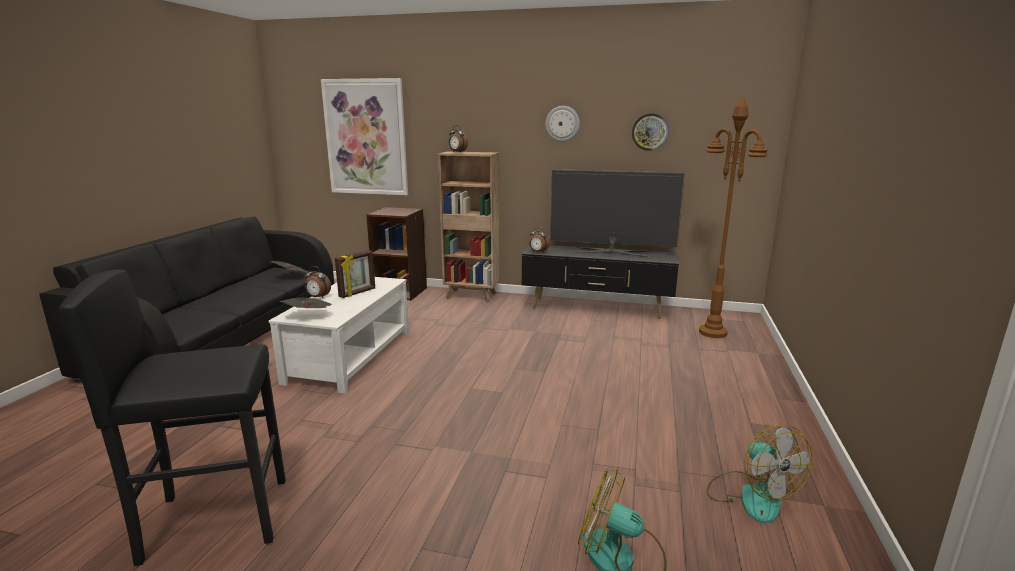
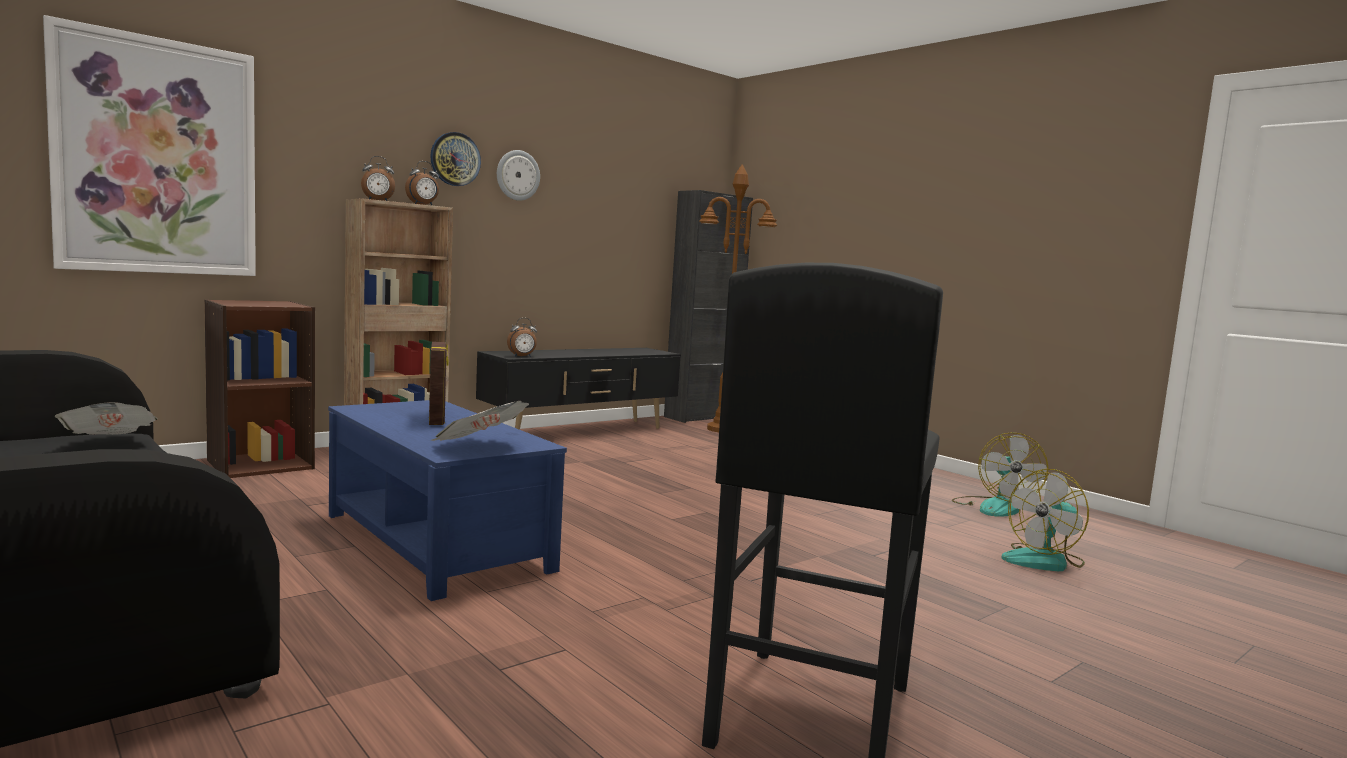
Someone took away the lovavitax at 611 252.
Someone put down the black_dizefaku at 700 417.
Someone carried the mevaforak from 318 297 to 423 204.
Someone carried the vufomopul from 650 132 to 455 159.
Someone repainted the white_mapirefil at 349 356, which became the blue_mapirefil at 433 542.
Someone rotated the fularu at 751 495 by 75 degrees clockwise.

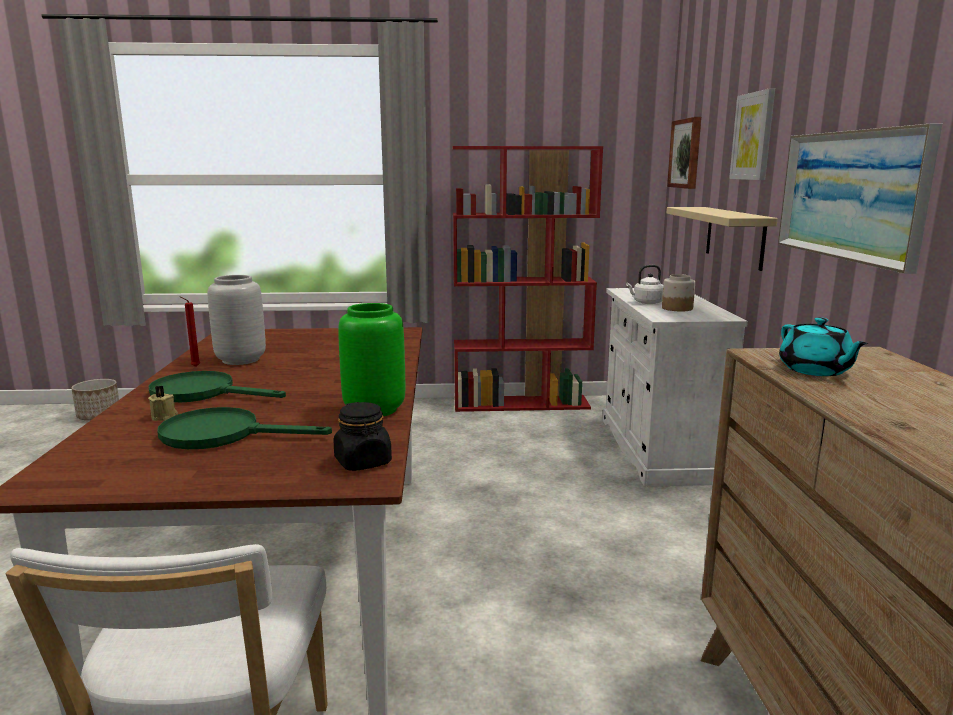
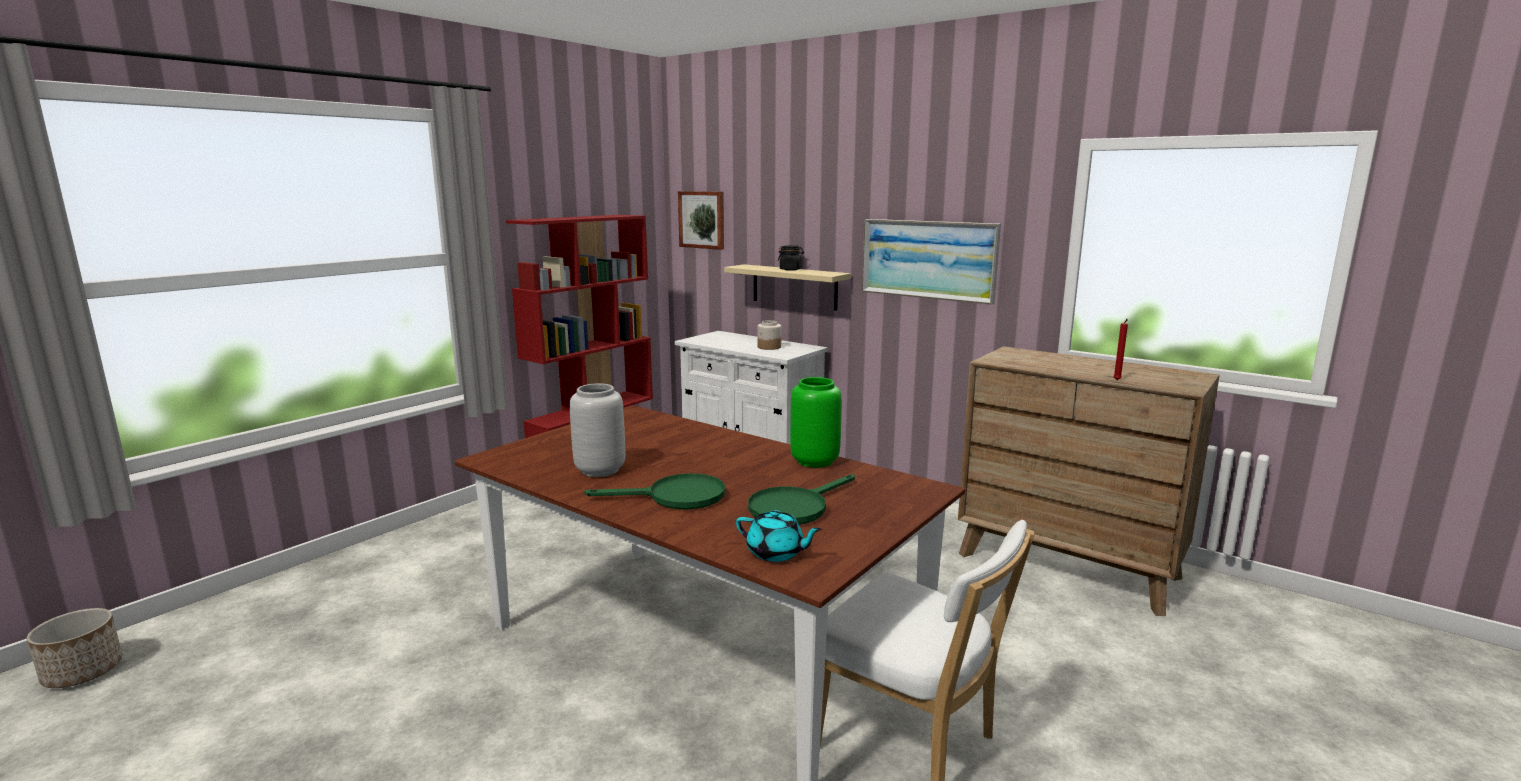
Someone took away the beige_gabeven at 164 416.
Someone took away the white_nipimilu at 646 303.
Someone took away the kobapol at 753 136.
Someone carried the red_gabeven from 194 367 to 1117 380.
Someone carried the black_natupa from 363 462 to 790 269.
Someone carried the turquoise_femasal from 815 370 to 776 553.
Someone rotated the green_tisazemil at 203 393 by 150 degrees counterclockwise.

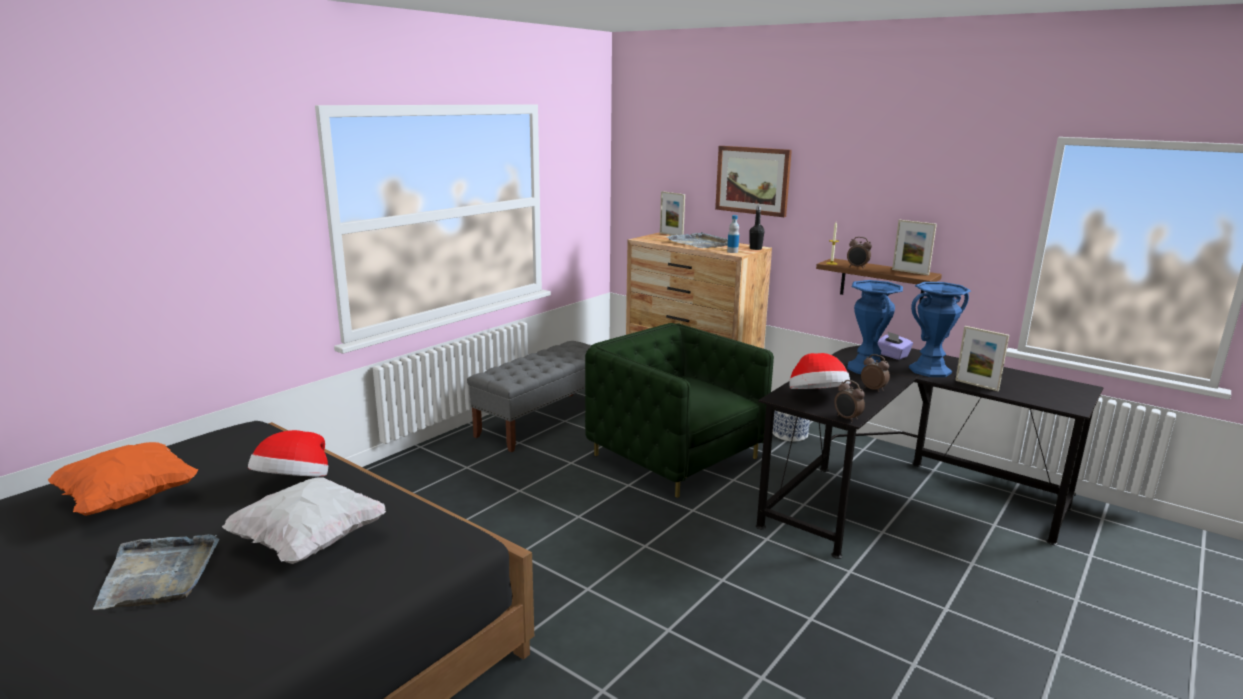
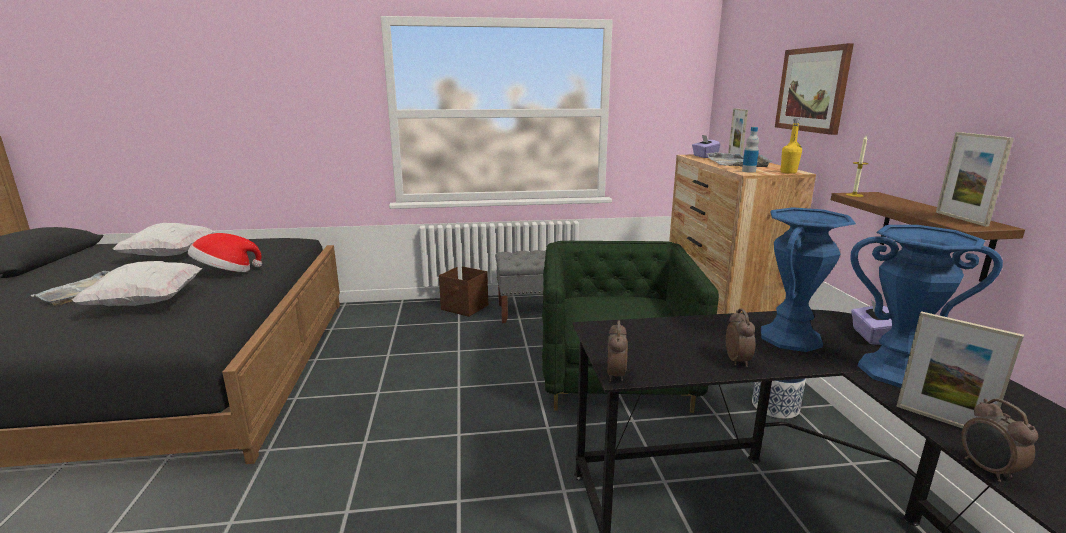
Someone took away the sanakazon at 816 397.
Someone put down the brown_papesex at 465 308.
Someone put down the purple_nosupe at 704 156.
Someone carried the mevaforak from 857 267 to 987 470.
Someone repainted the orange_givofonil at 130 499, which became the white_givofonil at 170 255.
Someone repainted the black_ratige at 755 248, which became the yellow_ratige at 788 172.
Someone rotated the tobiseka at 976 385 by 45 degrees counterclockwise.

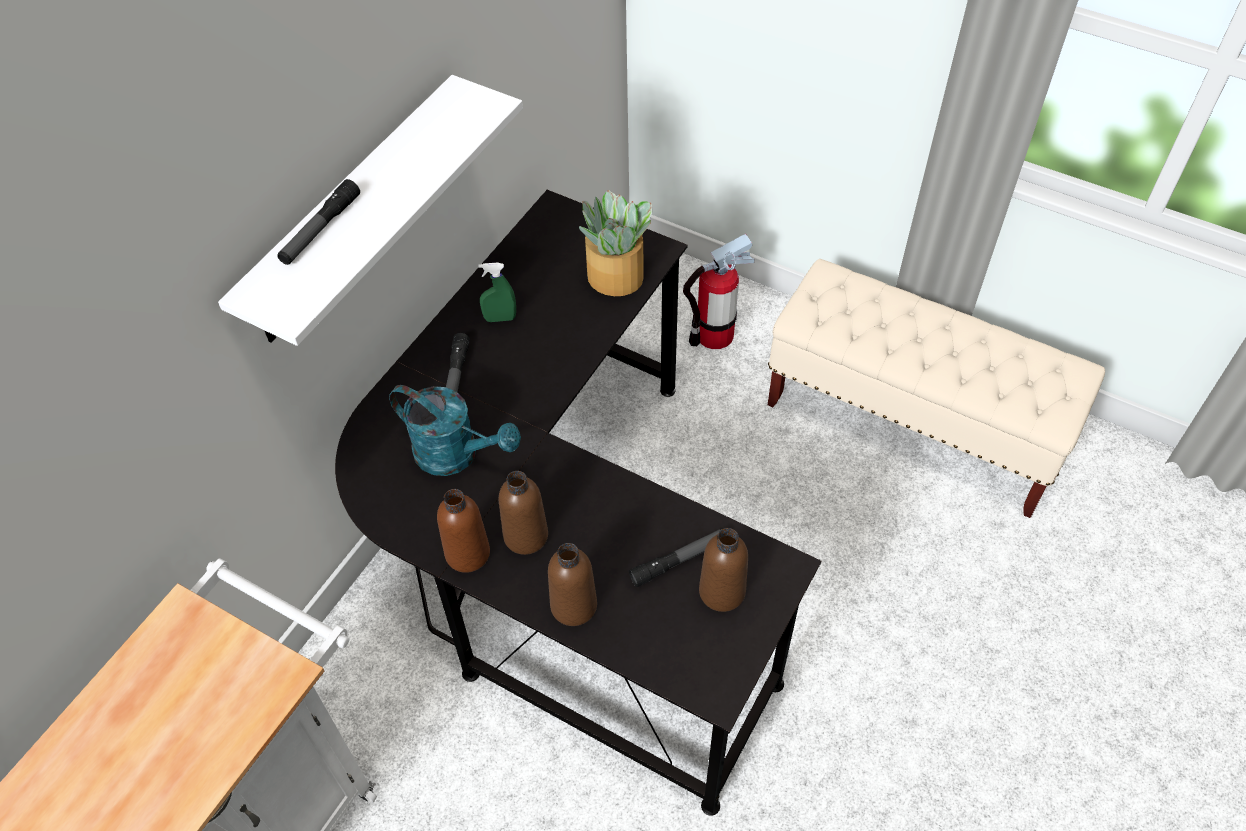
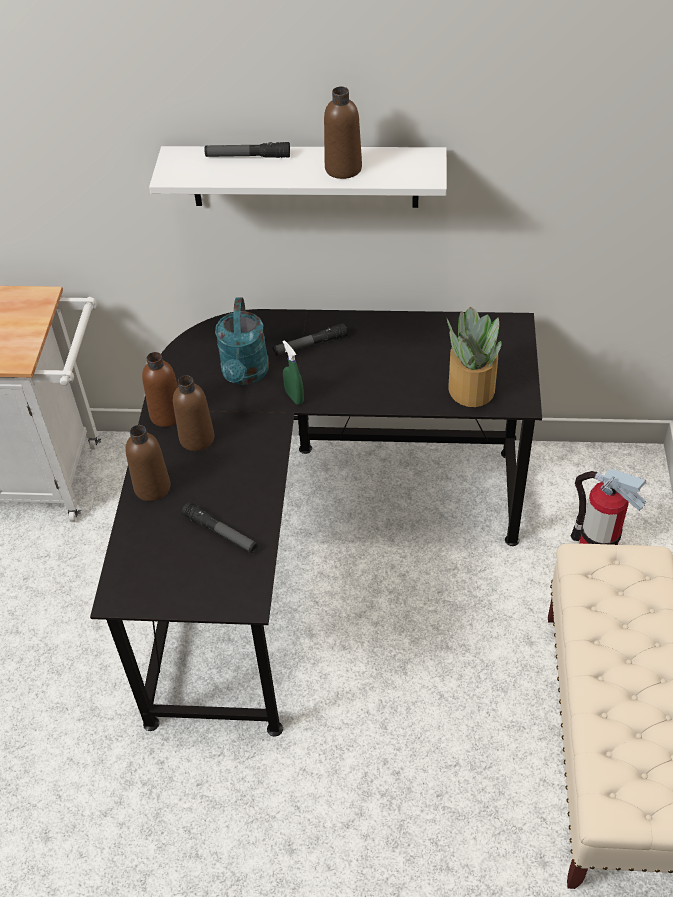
Someone carried the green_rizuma from 500 318 to 294 397.
Someone carried the brown_ratige from 722 591 to 343 168.

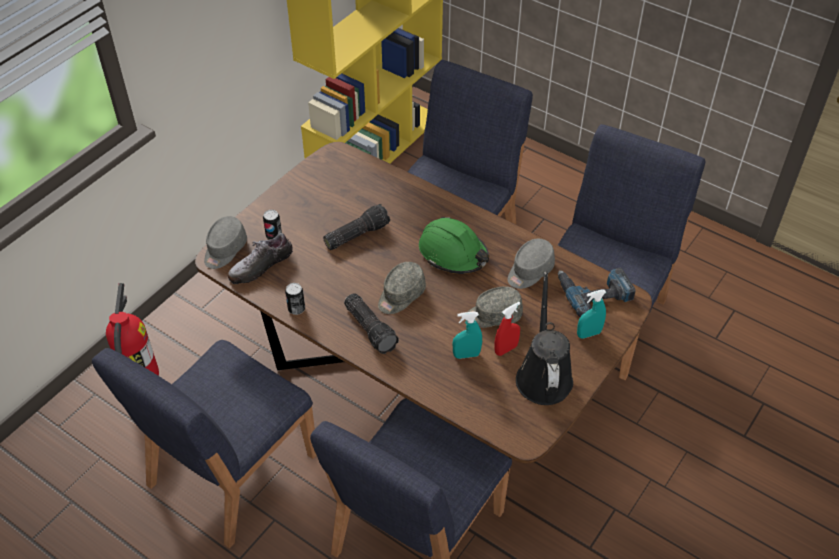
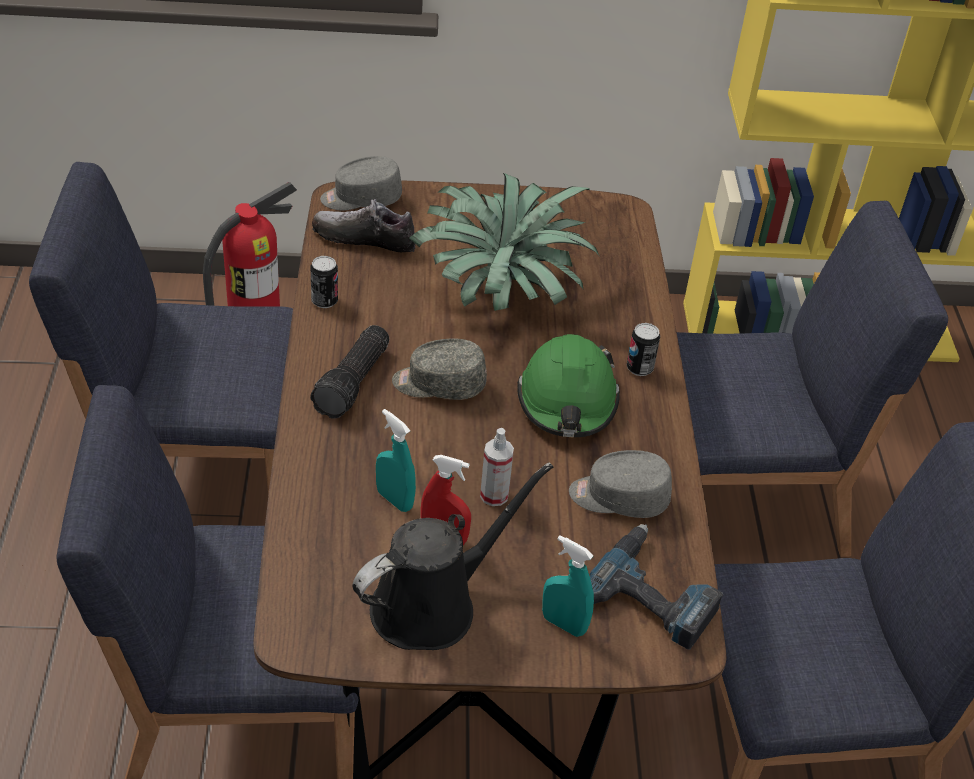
Someone carried the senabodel from 274 235 to 639 368.
Someone swapped the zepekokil at 356 234 for the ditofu at 503 293.
Someone swapped the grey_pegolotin at 493 315 for the rizuma at 494 495.

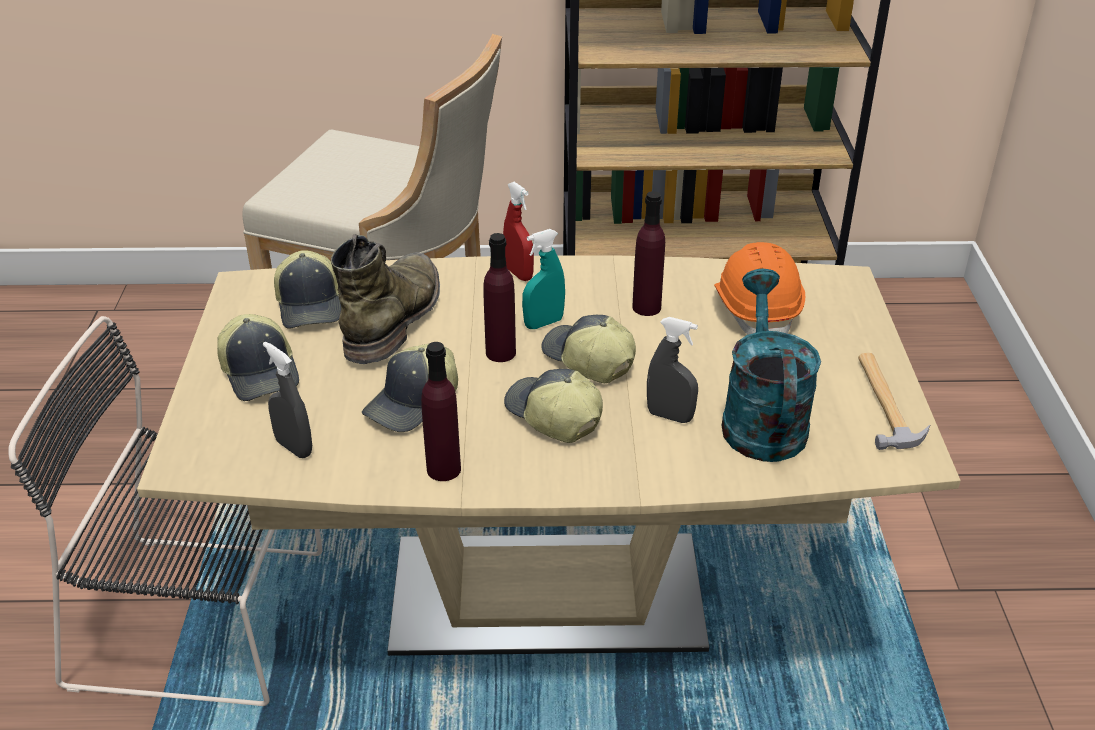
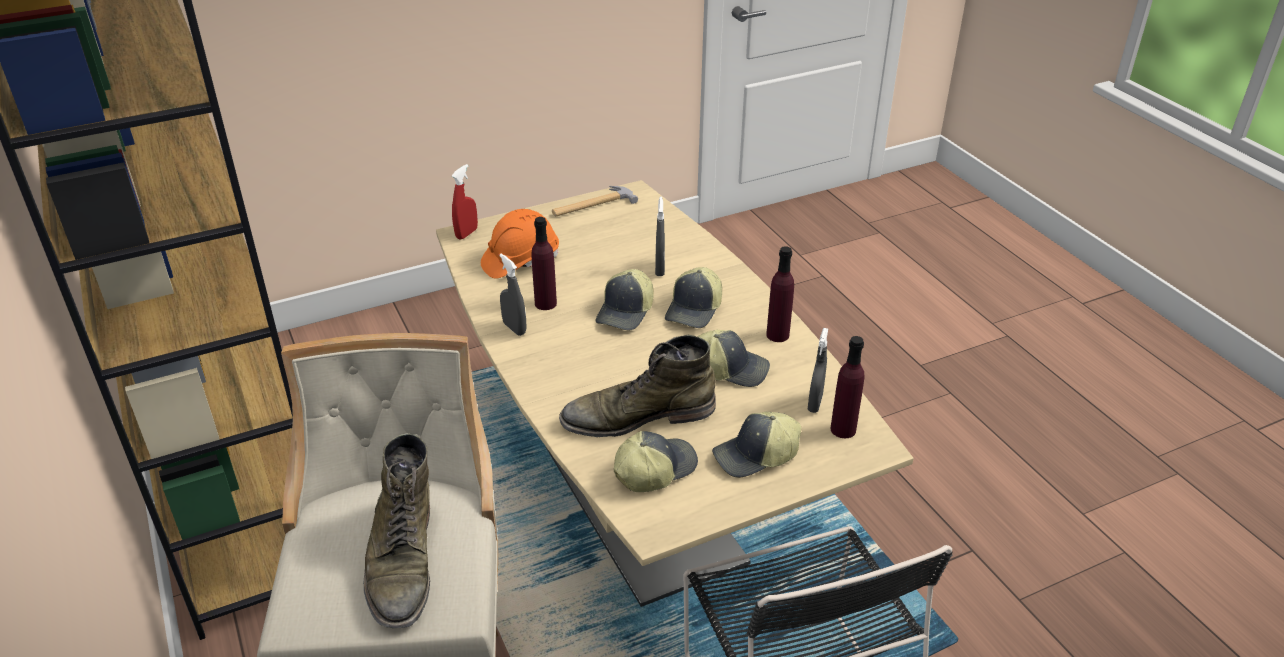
Someone took away the turquoise_rizuma at 543 323.
Someone took away the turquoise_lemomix at 761 418.
Someone put down the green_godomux at 403 562.
Someone put down the grey_rizuma at 514 328.
Someone carried the purple_ratige from 500 353 to 843 429.
Someone carried the red_rizuma from 518 273 to 466 233.
Someone rotated the pegolotin at 261 372 by 150 degrees counterclockwise.

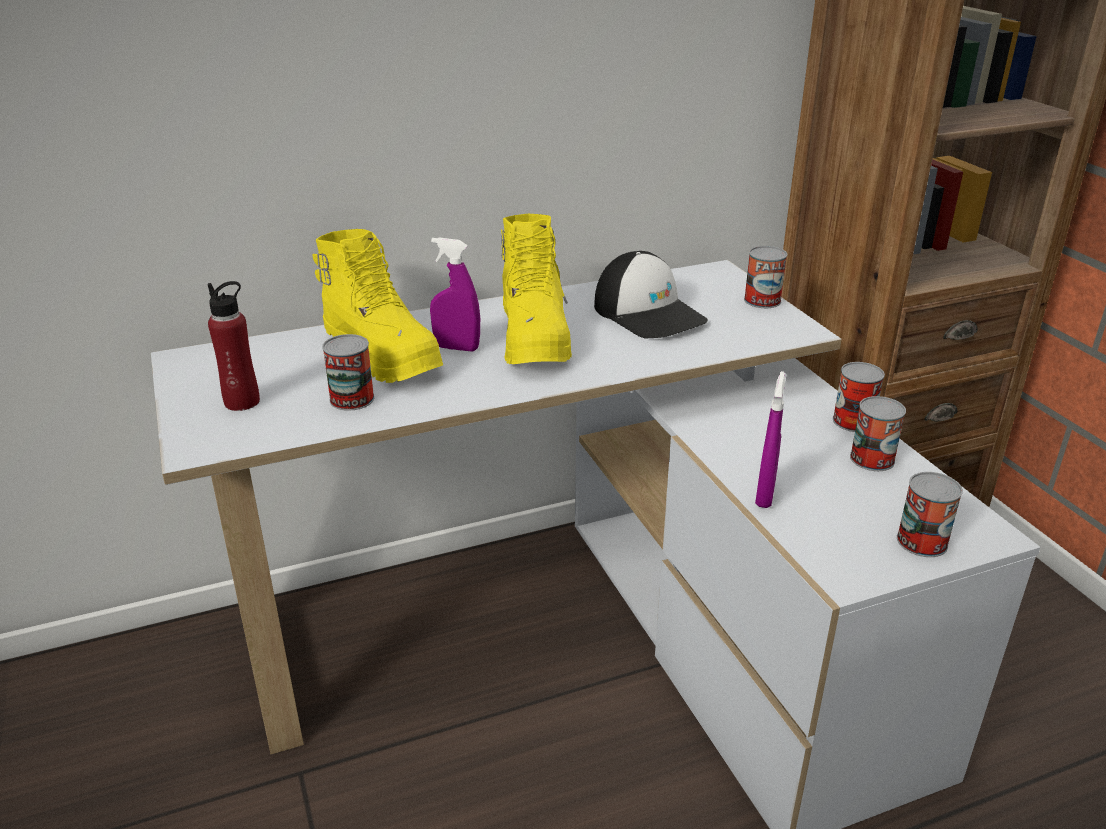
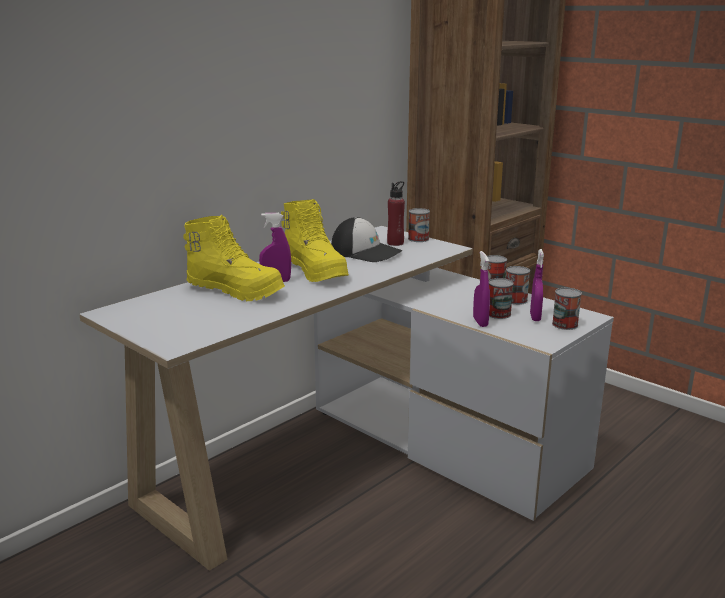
Someone put down the purple_rizuma at 535 317.
Someone carried the red_ratige from 242 402 to 395 243.
Someone carried the senabodel from 352 399 to 498 314.

